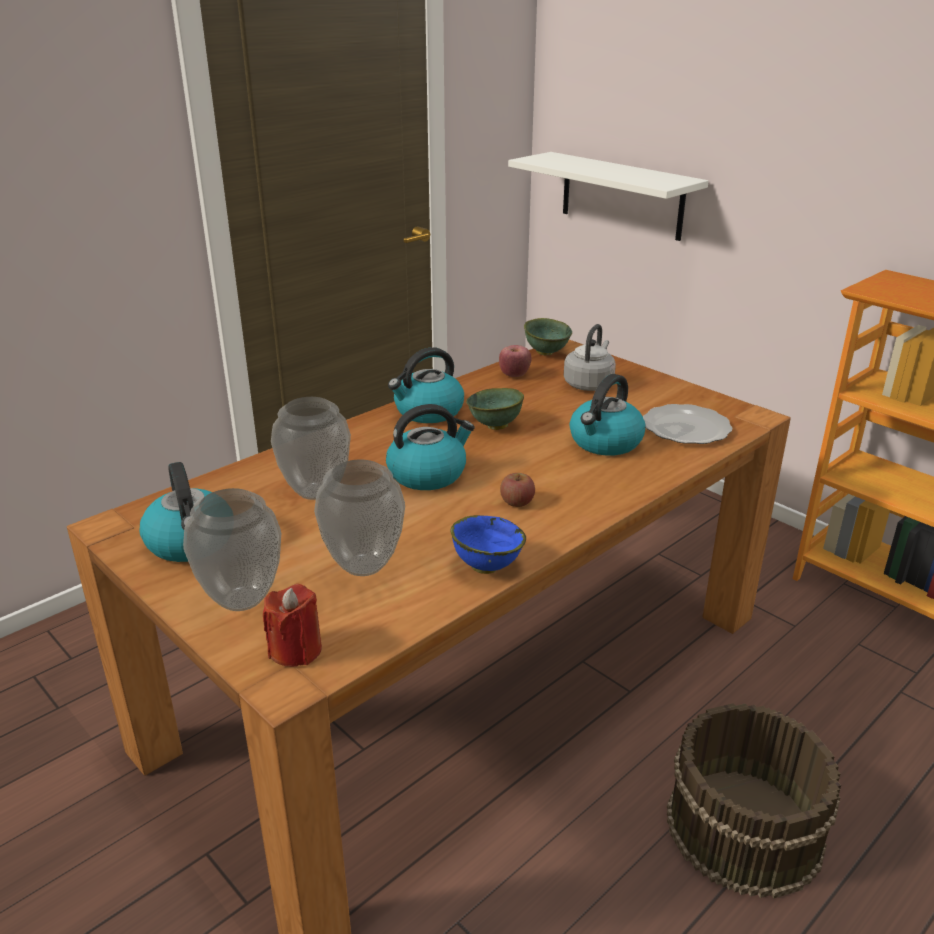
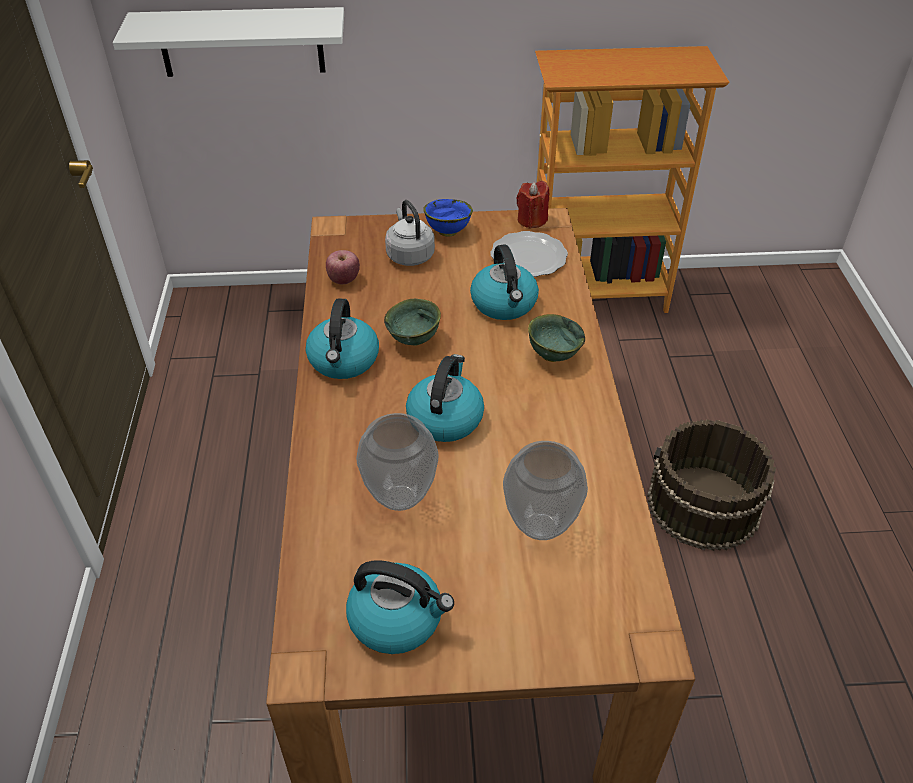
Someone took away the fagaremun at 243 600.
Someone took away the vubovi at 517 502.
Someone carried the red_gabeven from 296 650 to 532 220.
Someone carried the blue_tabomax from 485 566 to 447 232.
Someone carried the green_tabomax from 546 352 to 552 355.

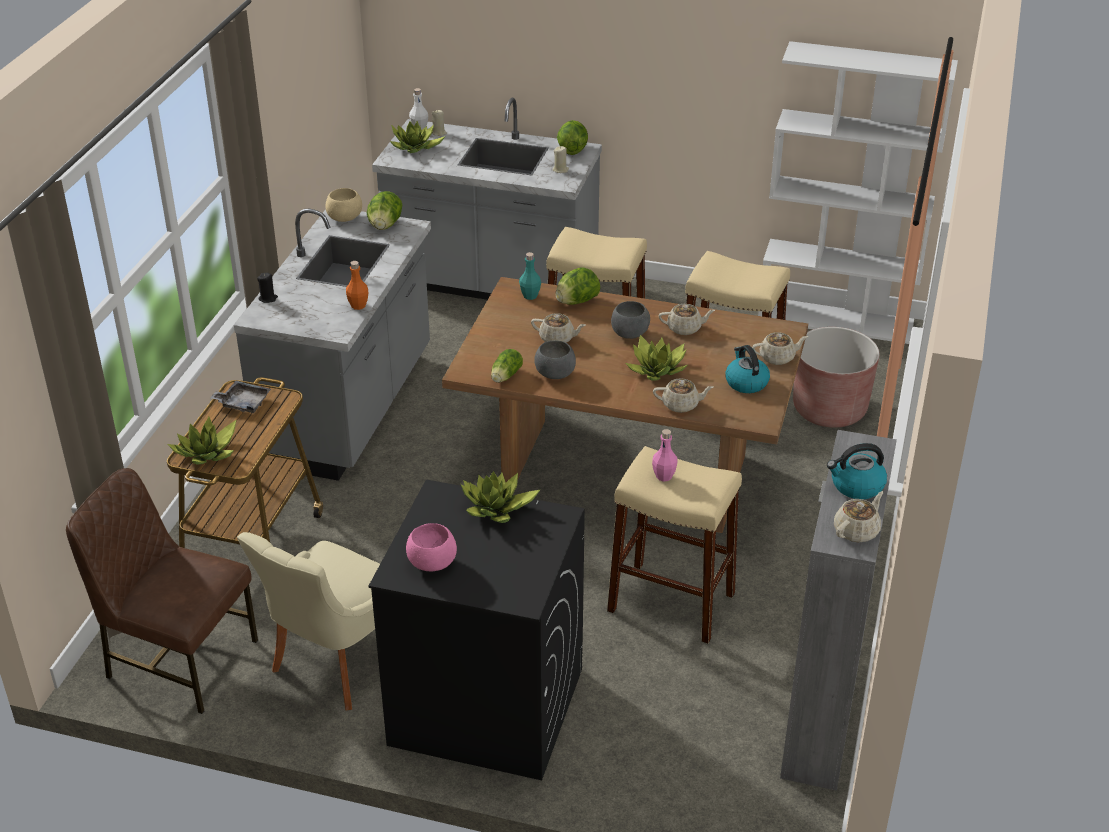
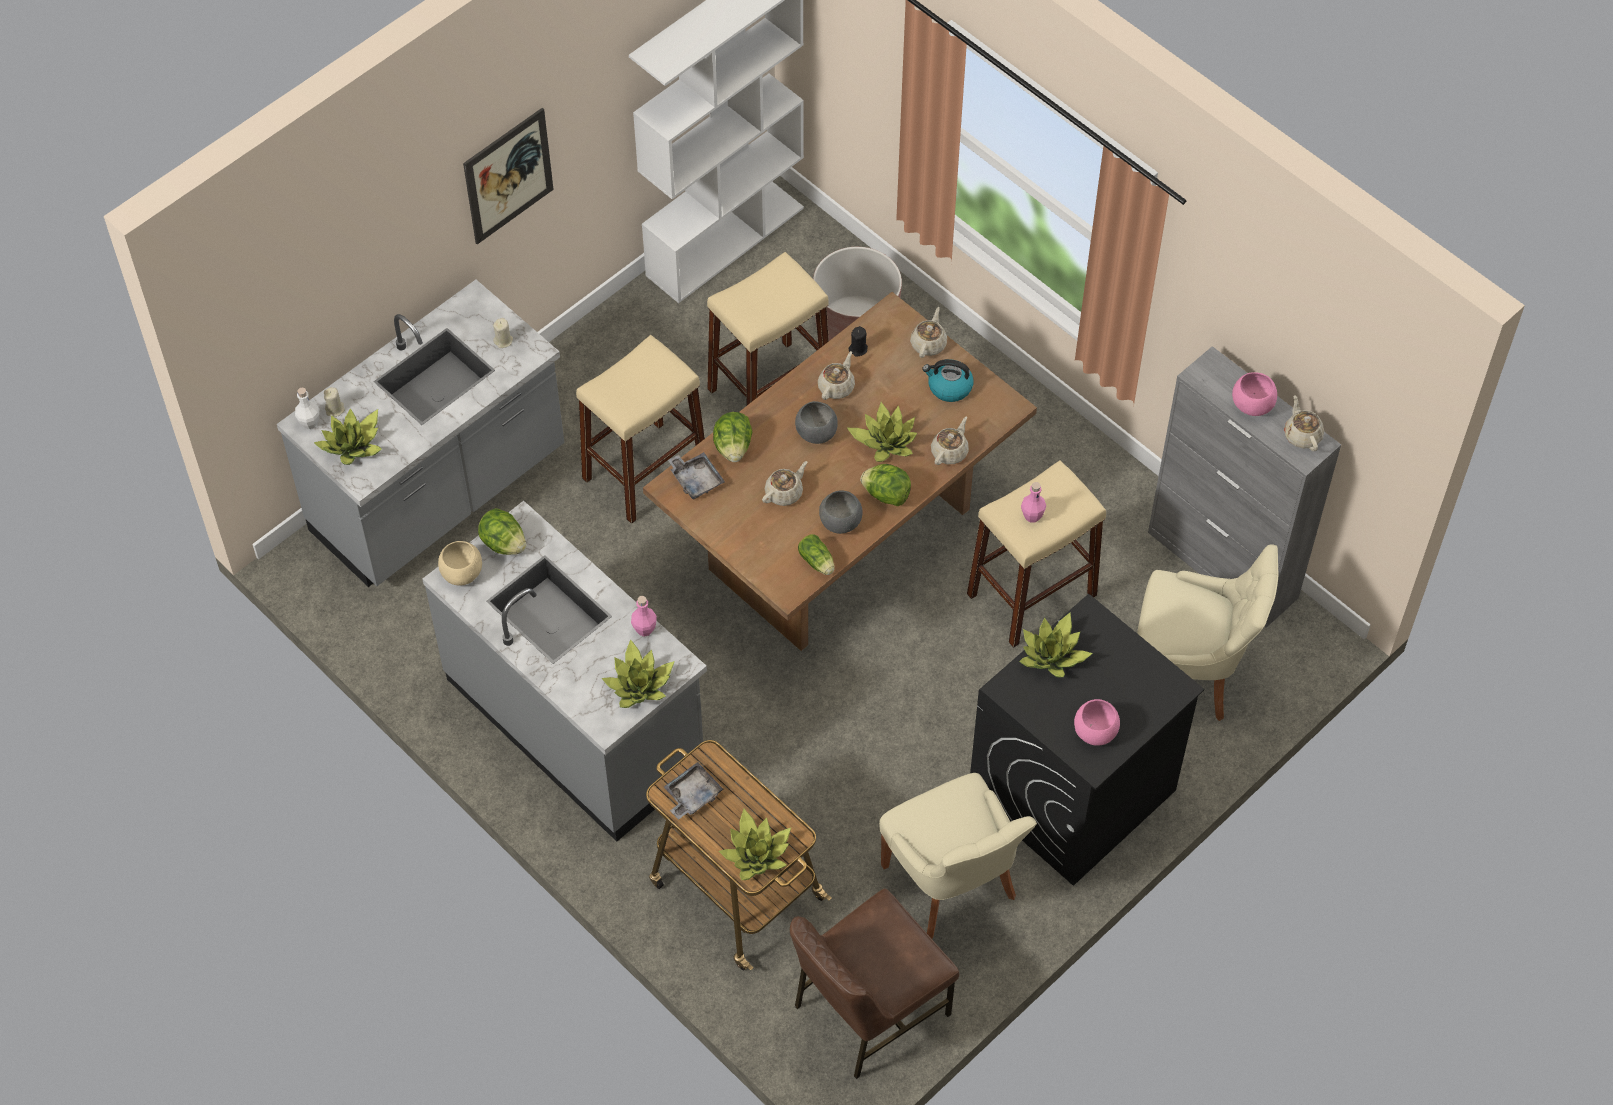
Someone put up the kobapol at 508 176.
Someone put down the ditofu at 639 685.
Someone put down the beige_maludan at 1189 673.
Someone carried the black_gabeven from 268 298 to 858 349.
Someone carried the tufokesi from 572 150 to 886 494.
Someone swapped the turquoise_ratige at 530 296 for the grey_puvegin at 696 479.
Someone swapped the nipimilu at 856 486 for the pink_tabomax at 1252 405.
Someone repainted the orange_ratige at 358 305, which became the pink_ratige at 644 629.

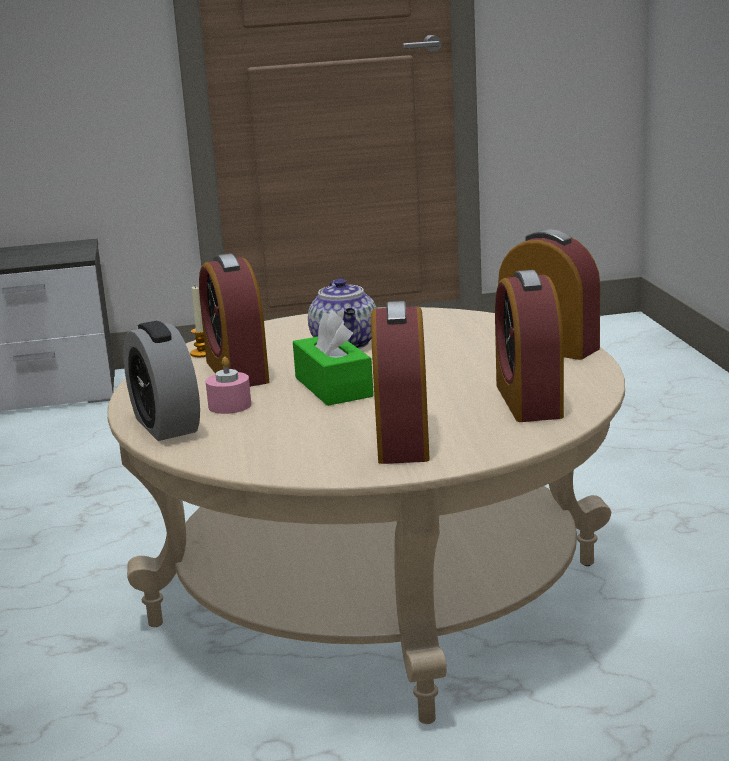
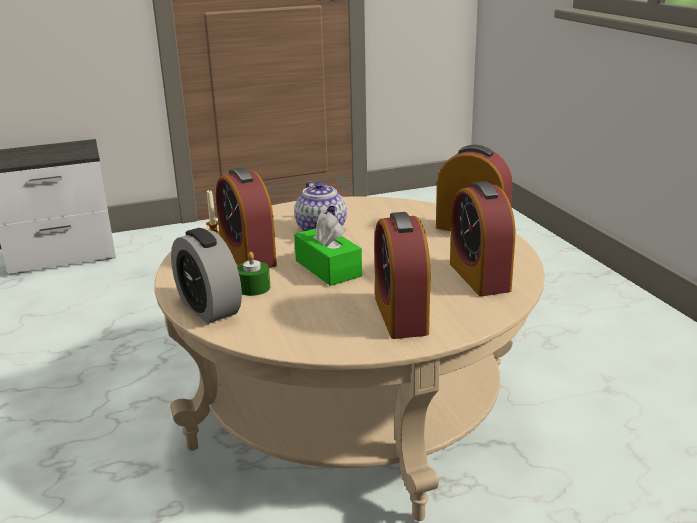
Someone repainted the pink_gabeven at 229 405, which became the green_gabeven at 253 288.

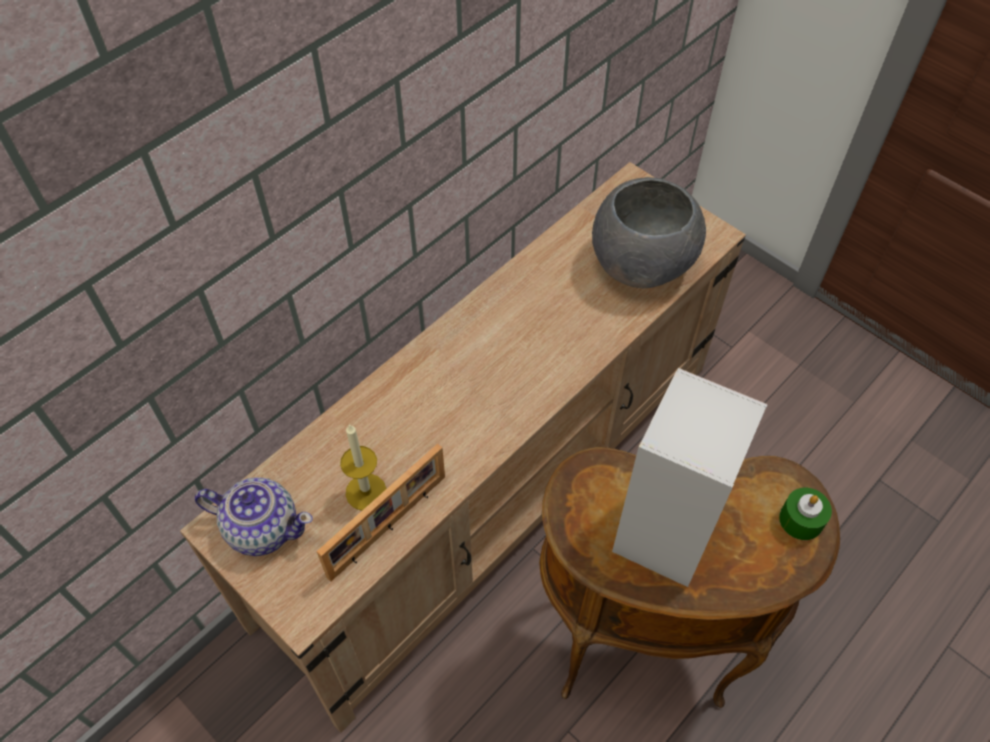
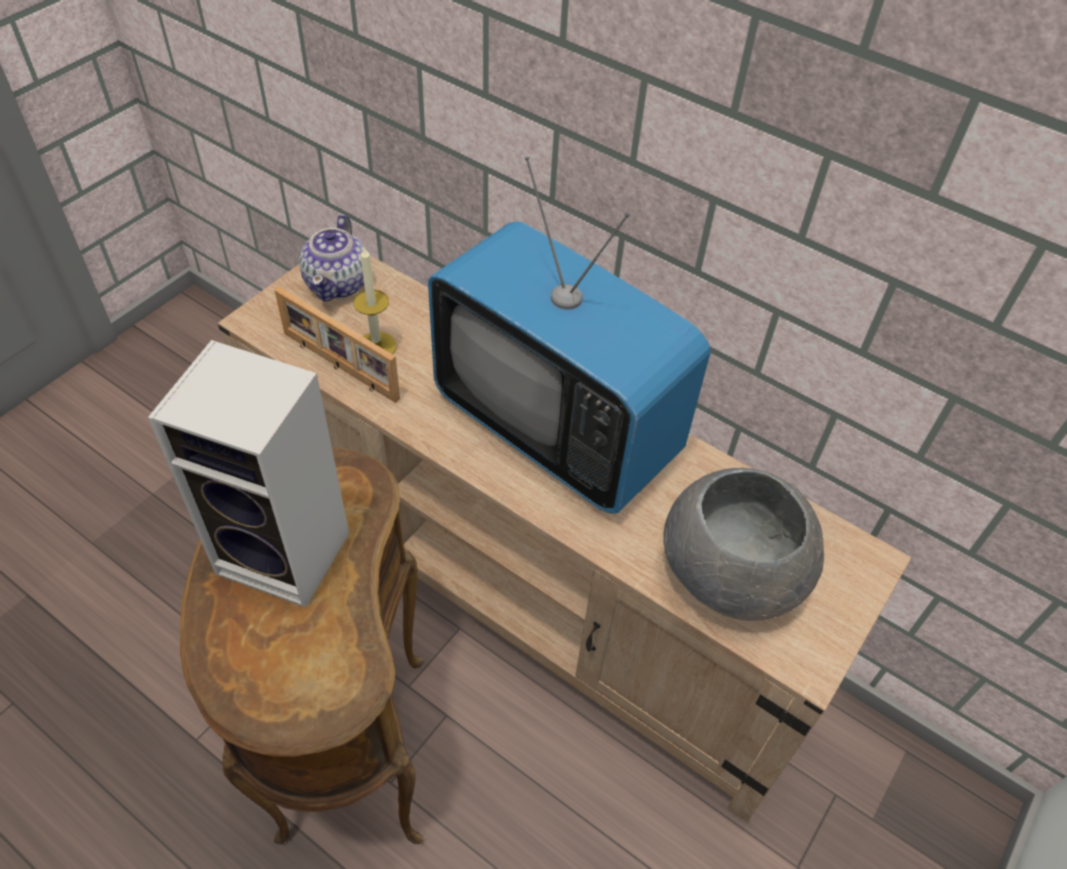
Someone took away the green_gabeven at 801 520.
Someone put down the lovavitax at 557 428.

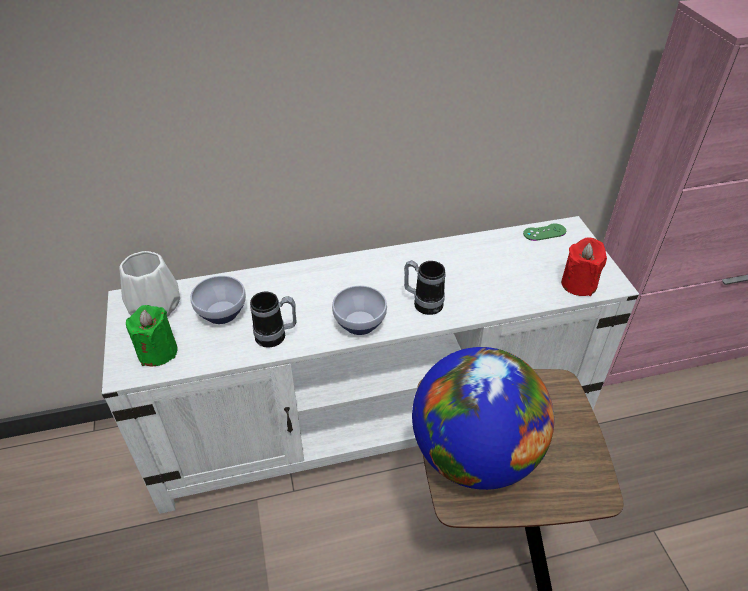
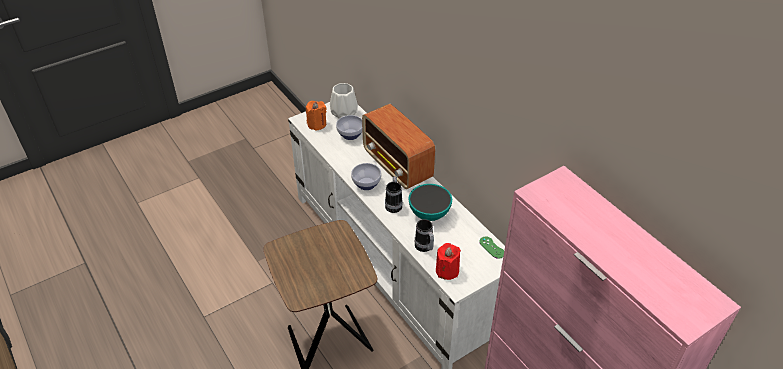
Someone took away the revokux at 474 455.
Someone put down the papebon at 397 166.
Someone put down the tabomax at 429 214.
Someone carried the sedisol from 276 336 to 425 248.
Someone repainted the green_gabeven at 157 352, which became the orange_gabeven at 317 124.

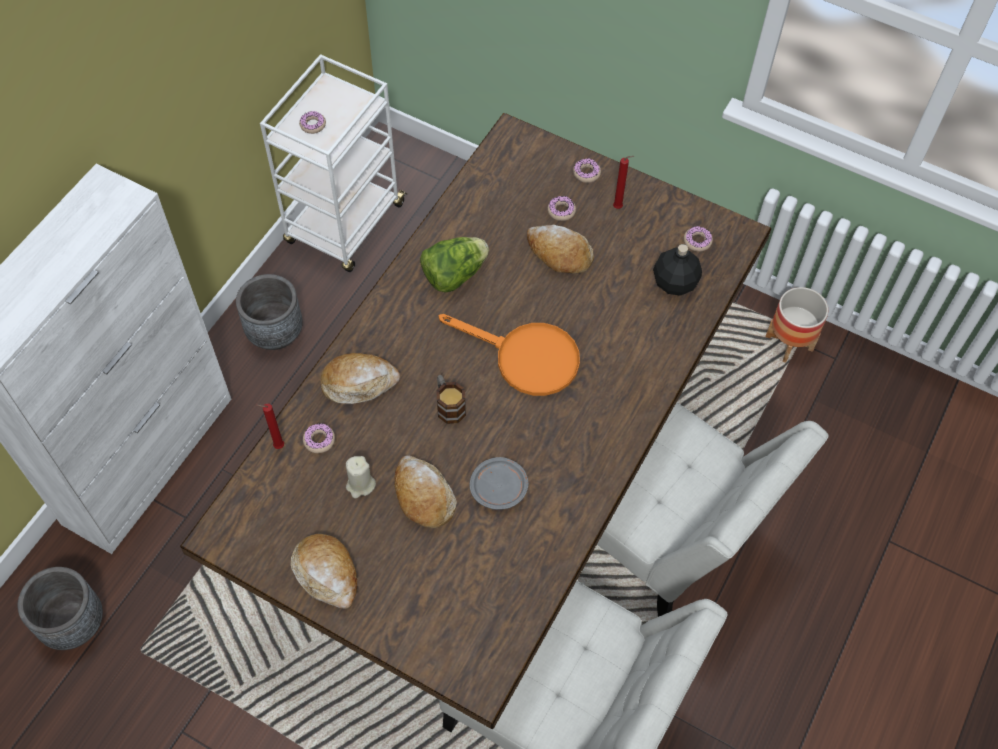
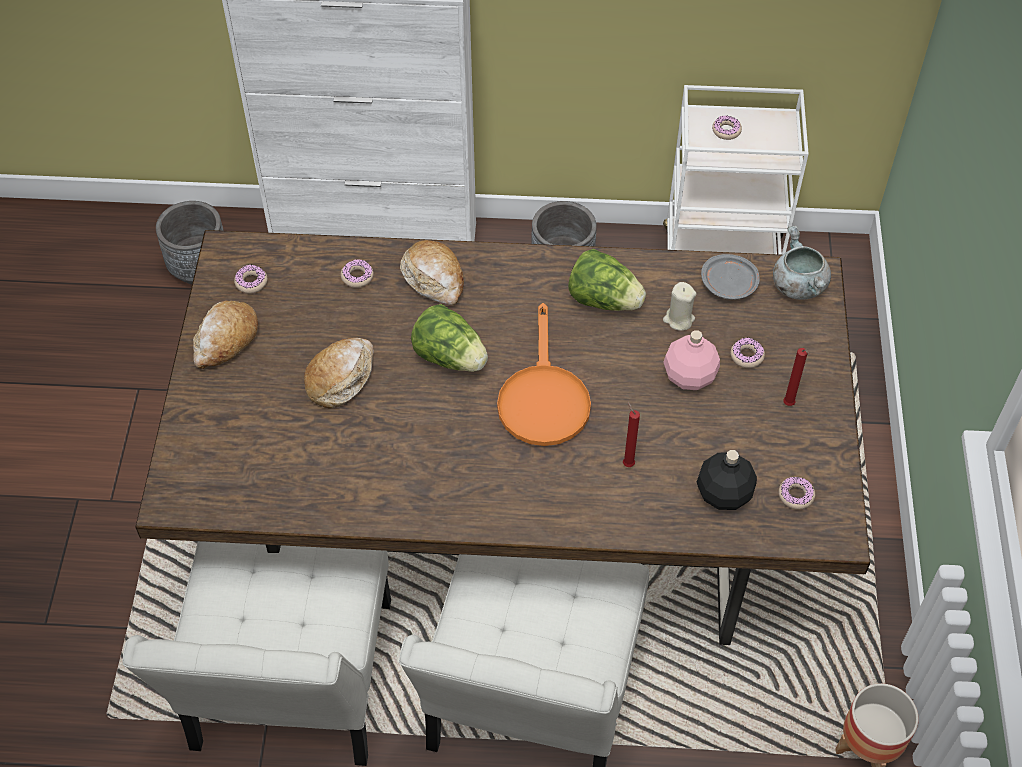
Someone put down the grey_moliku at 797 285.
Someone carried the red_gabeven from 277 446 to 627 463.
Someone carried the beige_gabeven from 360 485 to 678 319.
Someone carried the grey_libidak from 499 488 to 729 284.
Someone carried the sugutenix from 586 173 to 251 282.
Someone swapped the sedisol at 448 405 for the tufokesi at 450 357.
Someone swapped the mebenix at 559 254 for the pink_ratige at 689 375.

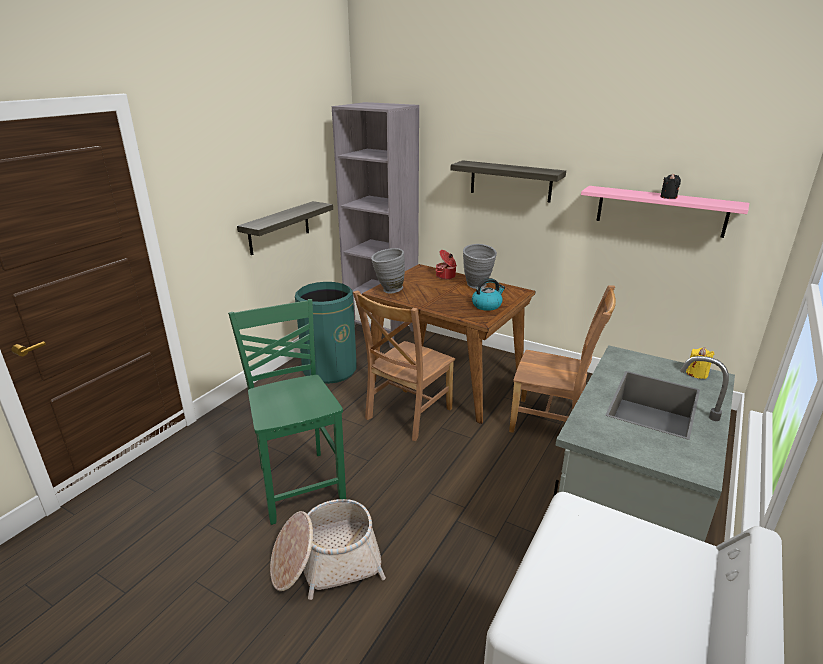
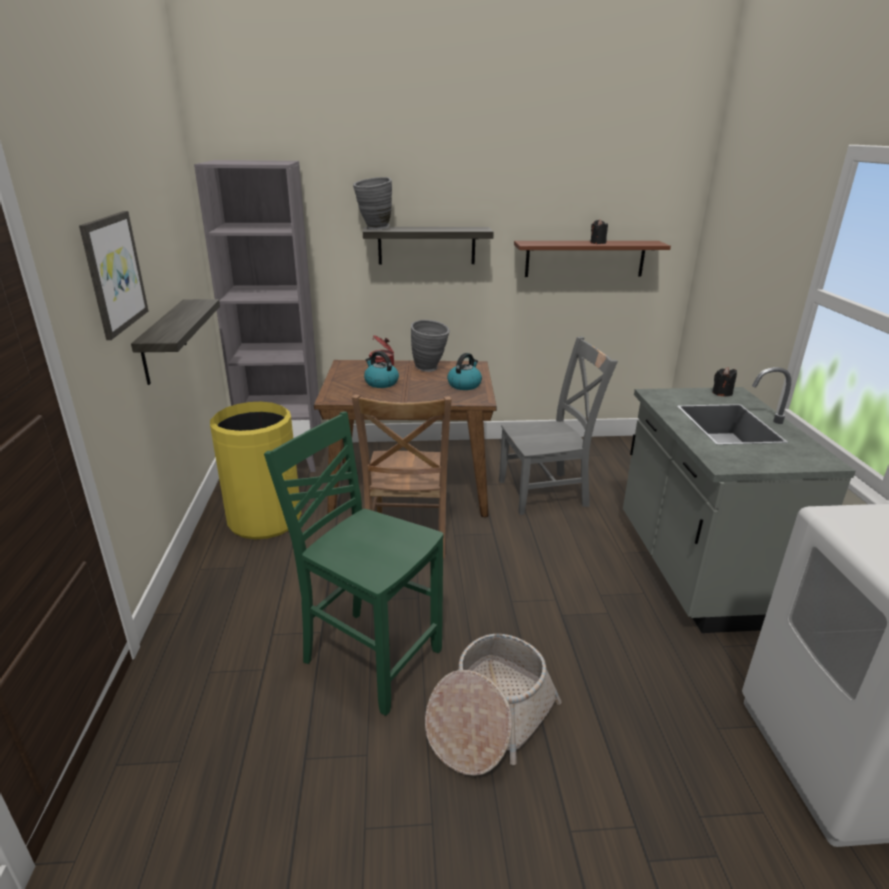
Someone put up the kobapol at 113 273.
Someone put down the nipimilu at 381 383.
Someone carried the grey_fagaremun from 388 291 to 374 229.
Someone repainted the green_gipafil at 330 370, which became the yellow_gipafil at 264 519.
Someone repainted the brown_maludan at 552 423, which became the grey_maludan at 546 493.
Someone repainted the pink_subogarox at 660 211, which became the brown_subogarox at 585 258.
Someone repainted the yellow_gabeven at 696 373, which became the black_gabeven at 722 393.

